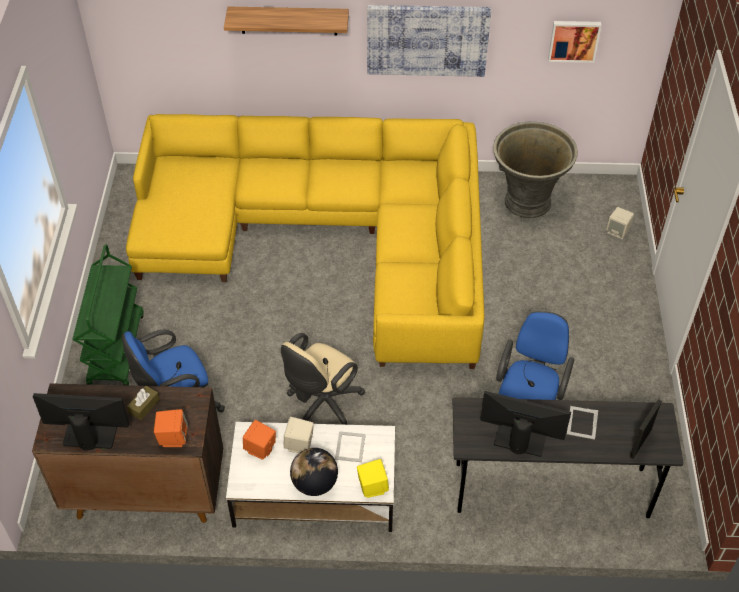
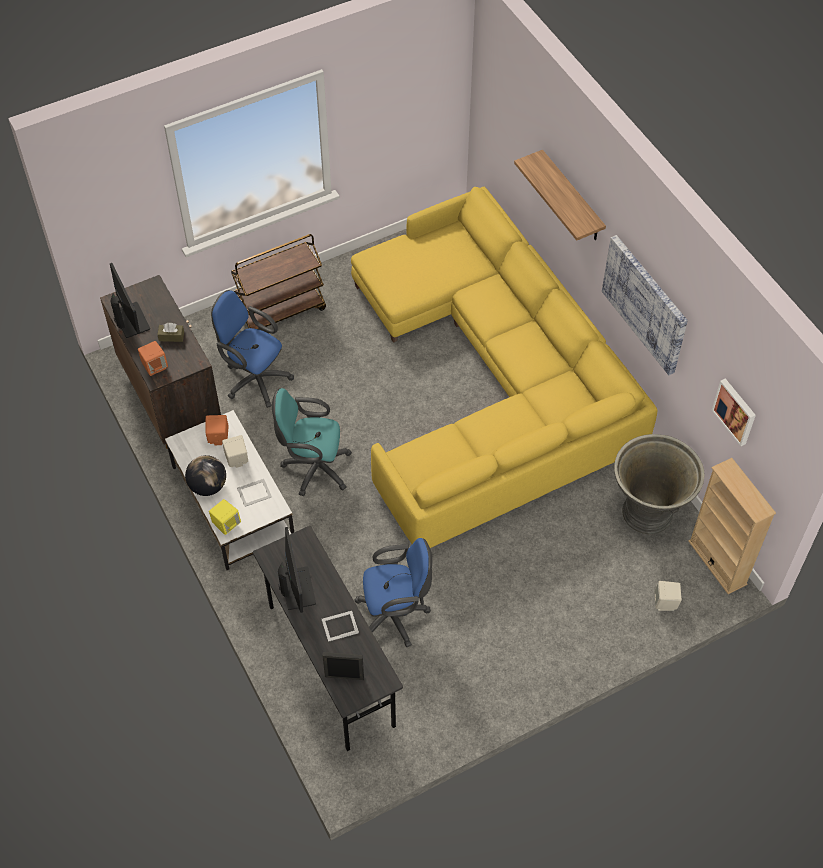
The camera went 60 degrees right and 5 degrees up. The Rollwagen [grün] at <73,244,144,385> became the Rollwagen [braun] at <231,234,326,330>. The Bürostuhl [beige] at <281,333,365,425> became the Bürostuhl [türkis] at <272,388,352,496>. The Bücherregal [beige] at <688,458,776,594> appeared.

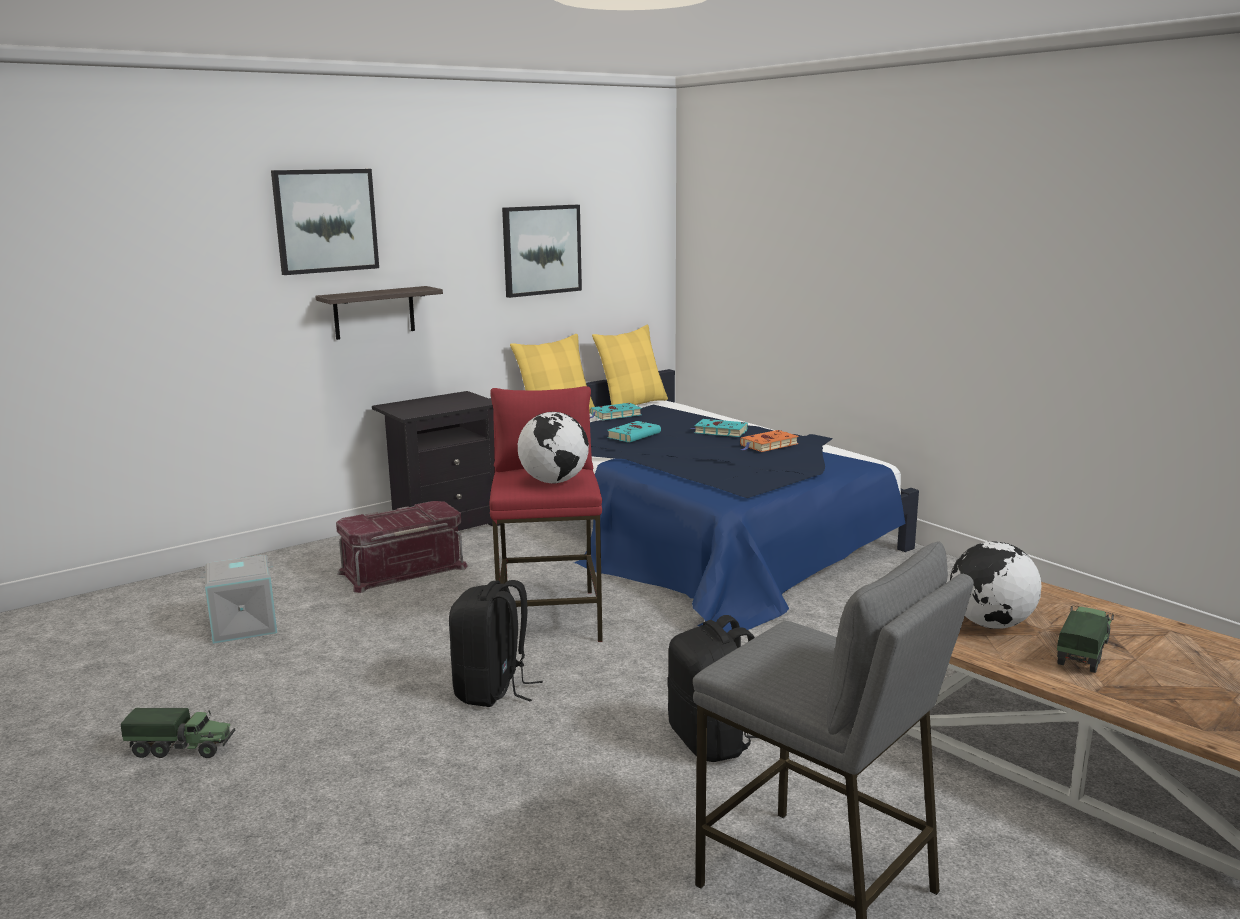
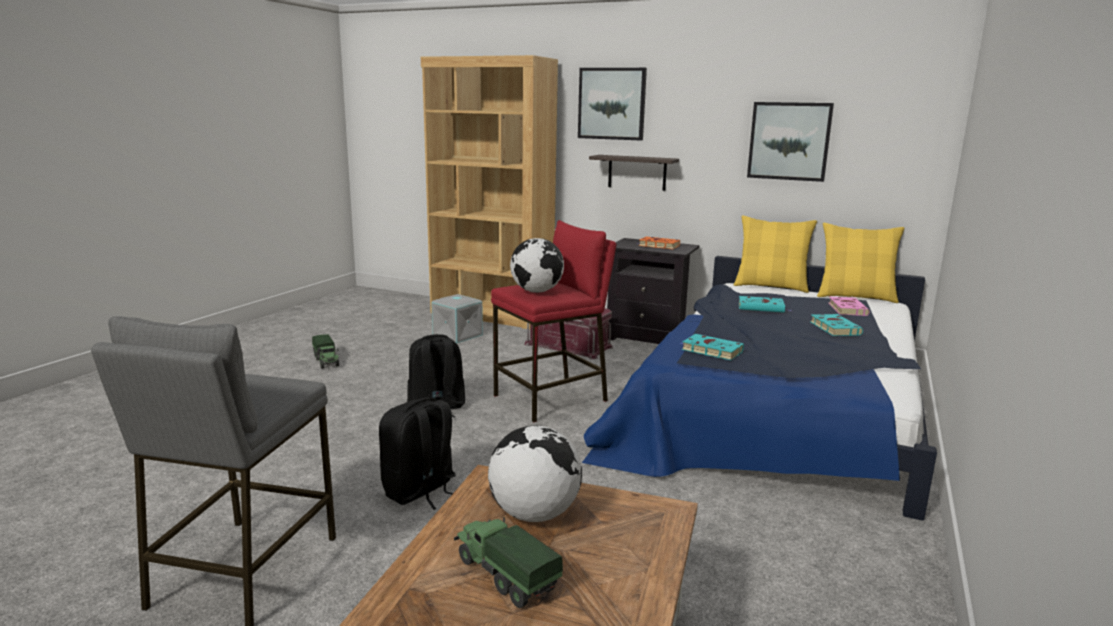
The camera went 60 degrees right and 0 degrees up. The Buch [türkis] moved from <590,403,642,420> to <680,334,744,360>. The Buch [orange] moved from <740,430,799,452> to <636,236,680,249>. The Spielzeuglaster at <1057,605,1114,673> turned 135 degrees counterclockwise. The Bücherregal [braun] at <421,55,558,329> appeared. The Buch [rosa] at <829,297,870,316> appeared.

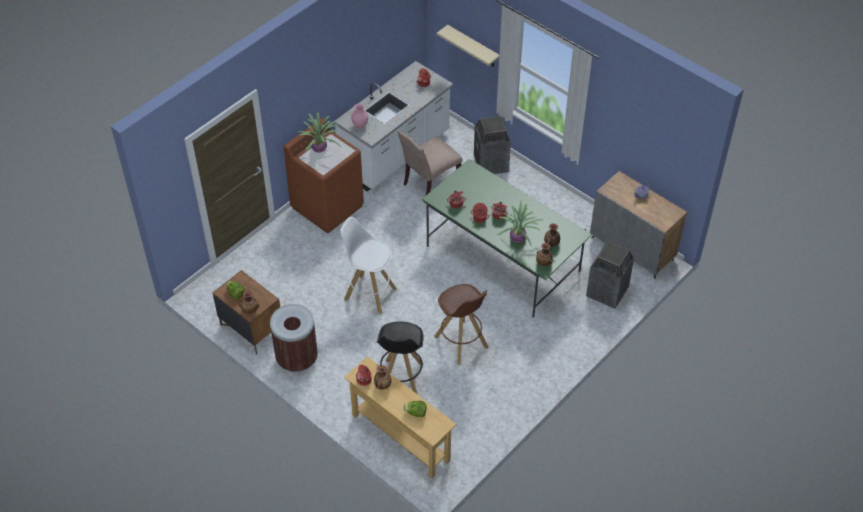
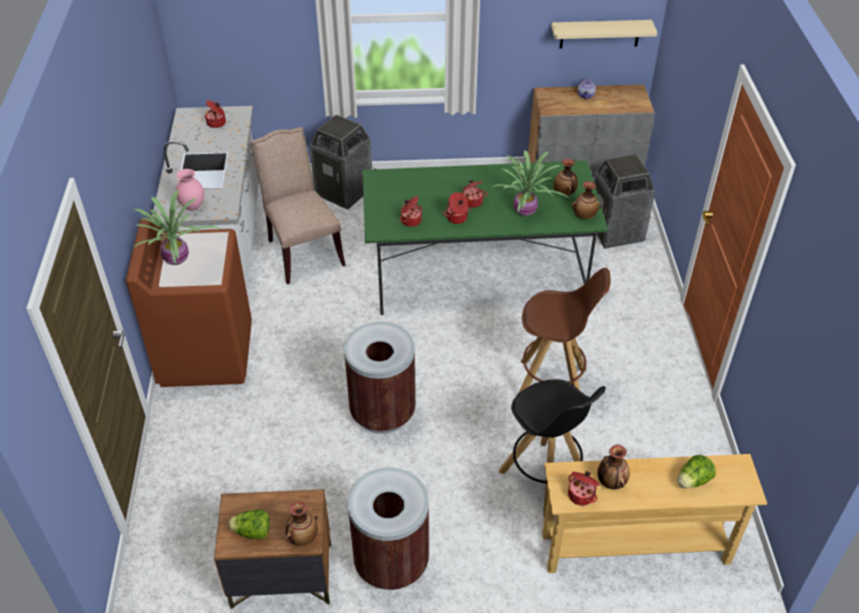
The camera went 45 degrees left and 5 degrees down. The Wandregal [beige] moved from <437,25,499,67> to <551,20,657,49>. The Stuhl [beige] at <397,130,463,195> turned 150 degrees clockwise. The Hocker [weiß] at <340,217,397,314> was replaced by the Mülleimer [braun] at <344,322,416,434>.

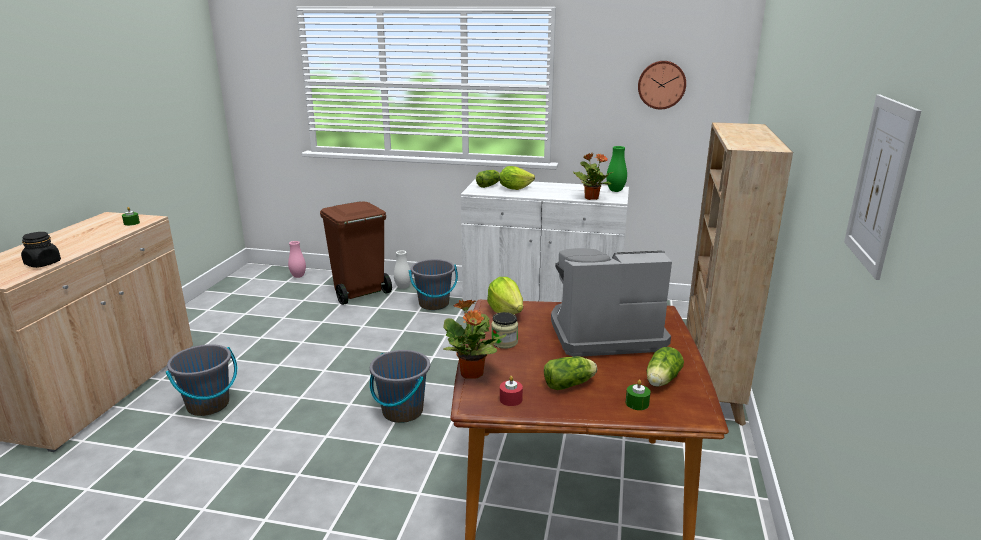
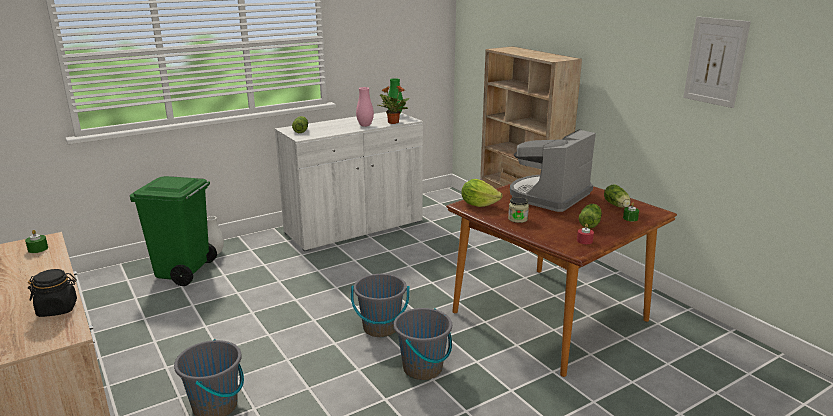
The camera went 45 degrees left and 0 degrees up. The Wanduhr at <638,61,686,109> disappeared. The Salatkopf at <499,166,535,190> disappeared. The Mülleimer [braun] at <320,201,392,305> became the Mülleimer [grün] at <130,176,217,286>. The Vase [rosa] moved from <288,241,306,278> to <356,87,374,127>. The Eimer [grau] moved from <409,259,458,310> to <394,308,452,380>. The Topfpflanze at <443,300,507,379> disappeared.

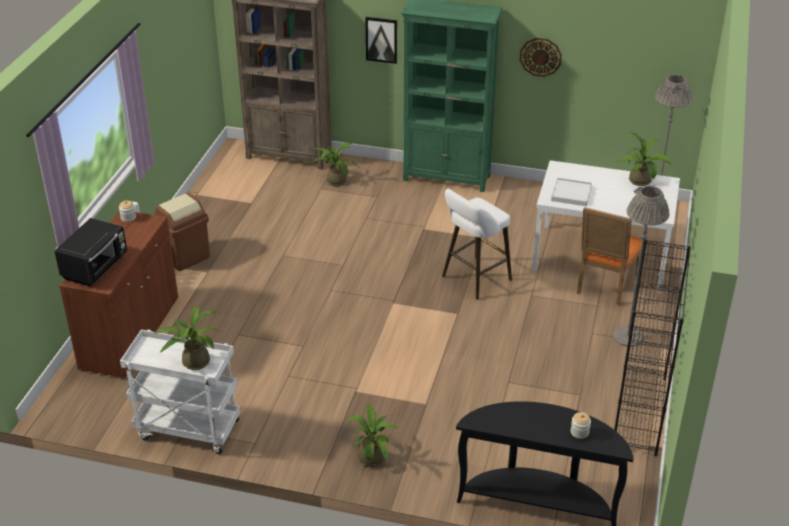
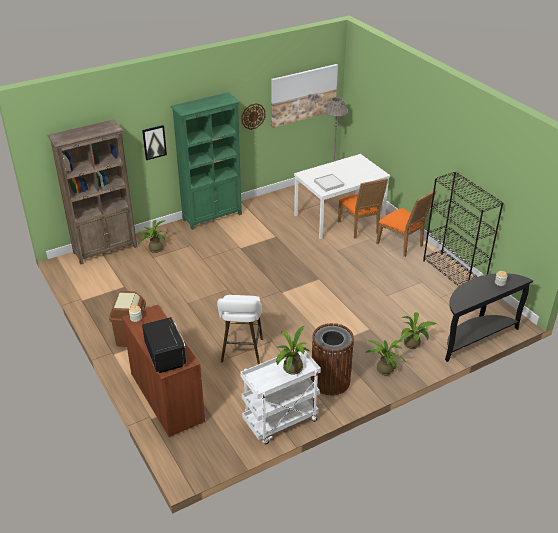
The camera went 45 degrees left and 0 degrees up. The Topfpflanze moved from <616,131,672,186> to <400,312,437,349>. The Stehlampe [grau] at <613,185,669,347> was replaced by the Stuhl [orange] at <376,190,437,257>. The Hocker [weiß] moved from <442,189,512,300> to <217,295,263,364>. The Bild at <271,64,338,128> appeared. The Mülleimer [braun] at <311,323,354,395> appeared.

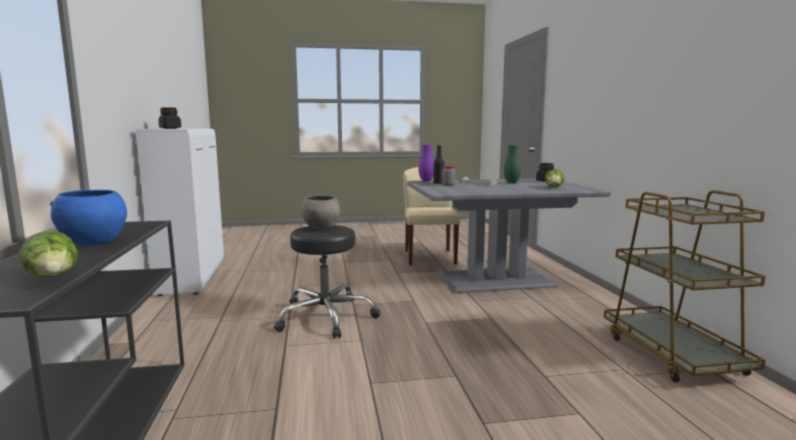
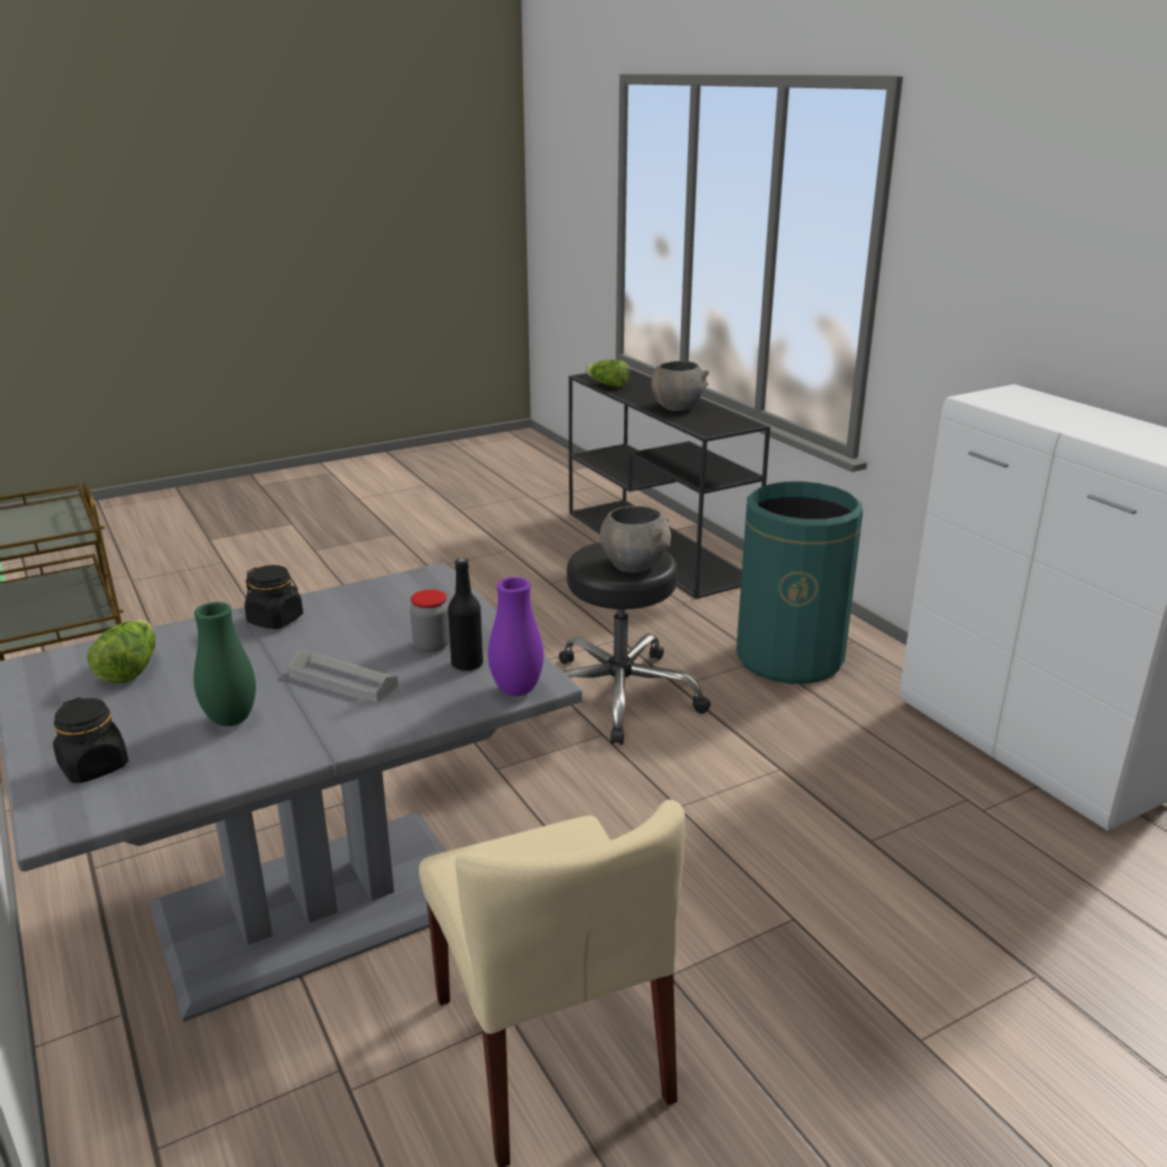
The camera went 160 degrees right and 15 degrees up. The Vorratsglas [schwarz] moved from <158,107,181,129> to <245,565,303,629>. The Schüssel [blau] at <50,190,127,246> became the Schüssel [grau] at <651,361,709,411>. The Mülleimer [grün] at <736,481,863,684> appeared.

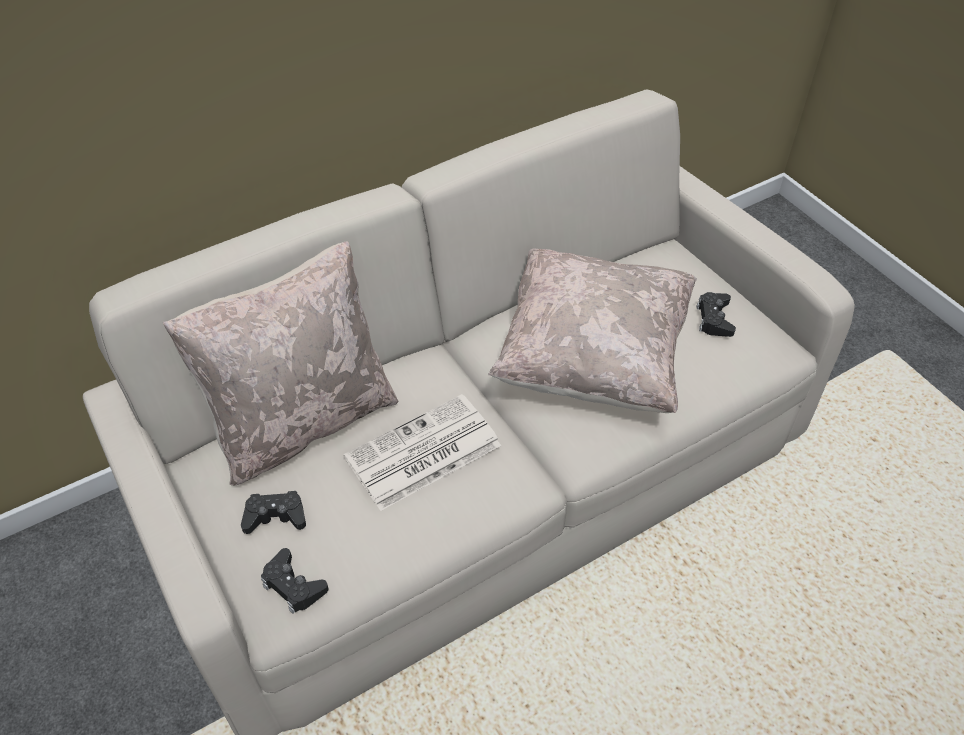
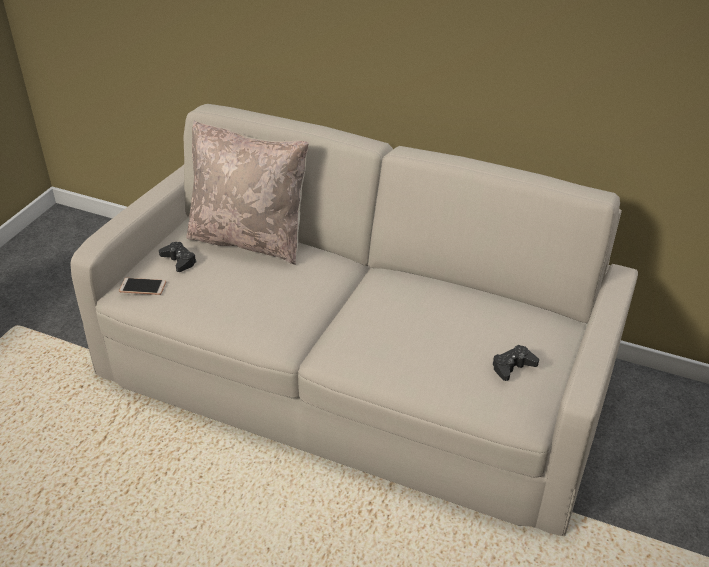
The camera went 55 degrees right and 10 degrees down. The Kissen [beige] at <488,248,697,413> disappeared. The Zeitung at <344,394,501,511> disappeared. The Gamepad [schwarz] at <261,548,328,614> was replaced by the Handy at <119,278,166,295>.

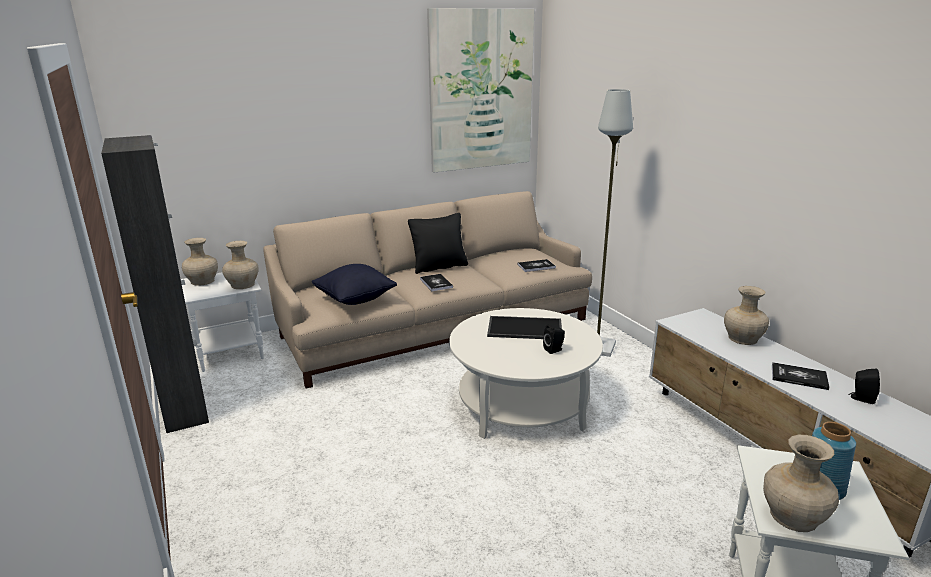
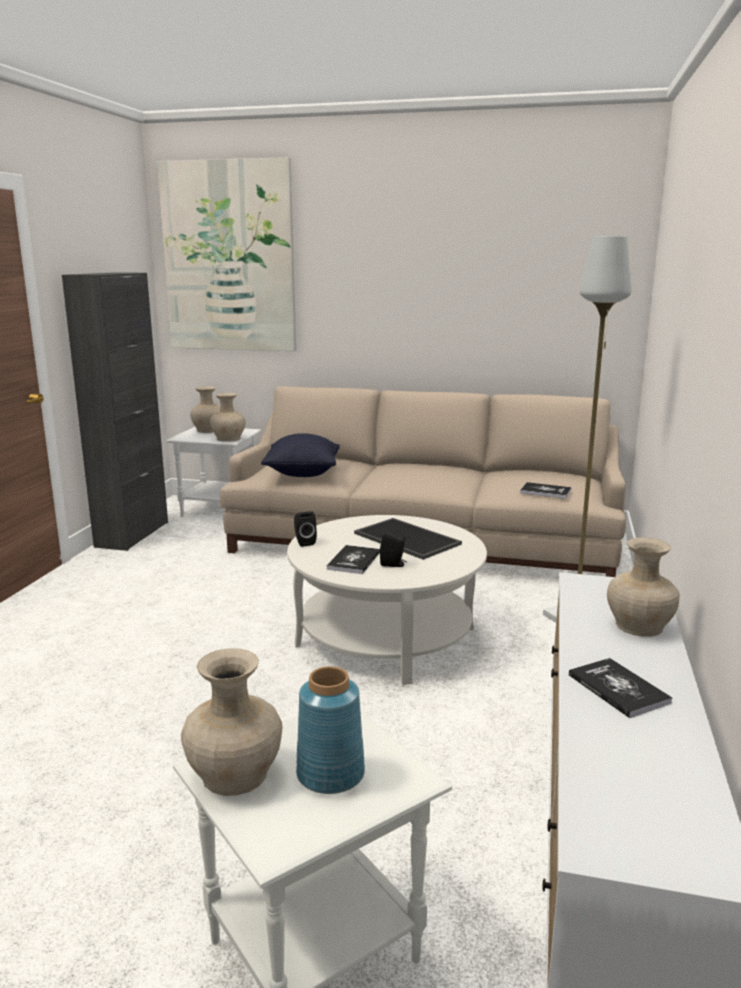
The camera went 40 degrees right and 5 degrees down. The Bild moved from <427,8,535,172> to <157,157,296,351>. The Kissen [schwarz] at <408,213,468,274> disappeared. The Buch moved from <420,274,453,291> to <327,545,380,574>. The Lautsprecher [schwarz] moved from <849,369,880,404> to <294,511,317,547>.

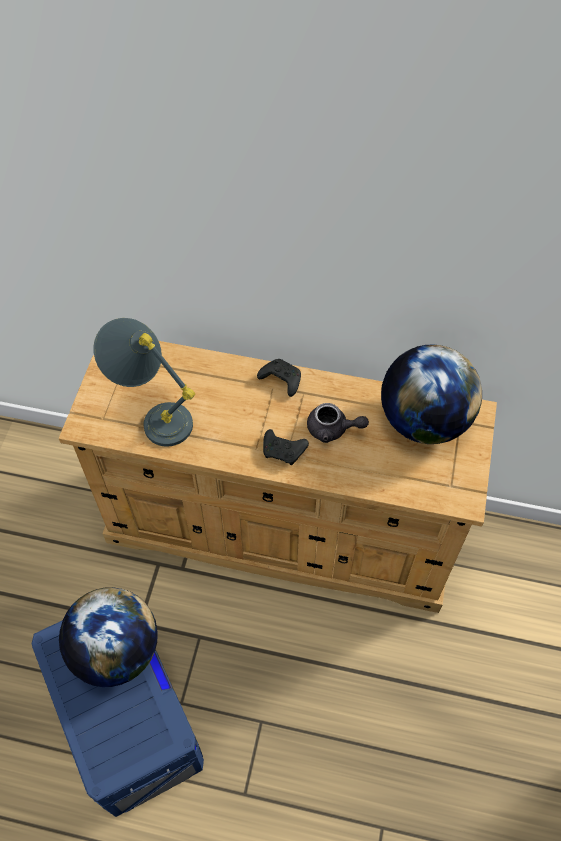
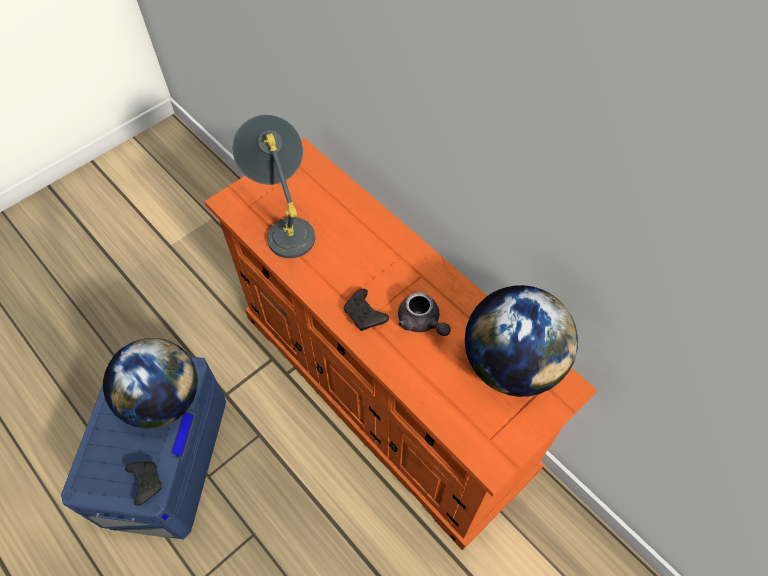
The camera went 35 degrees right and 0 degrees up. The Kommode [beige] at <59,341,497,613> became the Kommode [orange] at <204,138,597,551>. The Gamepad [schwarz] moved from <257,359,301,397> to <125,461,162,506>.

